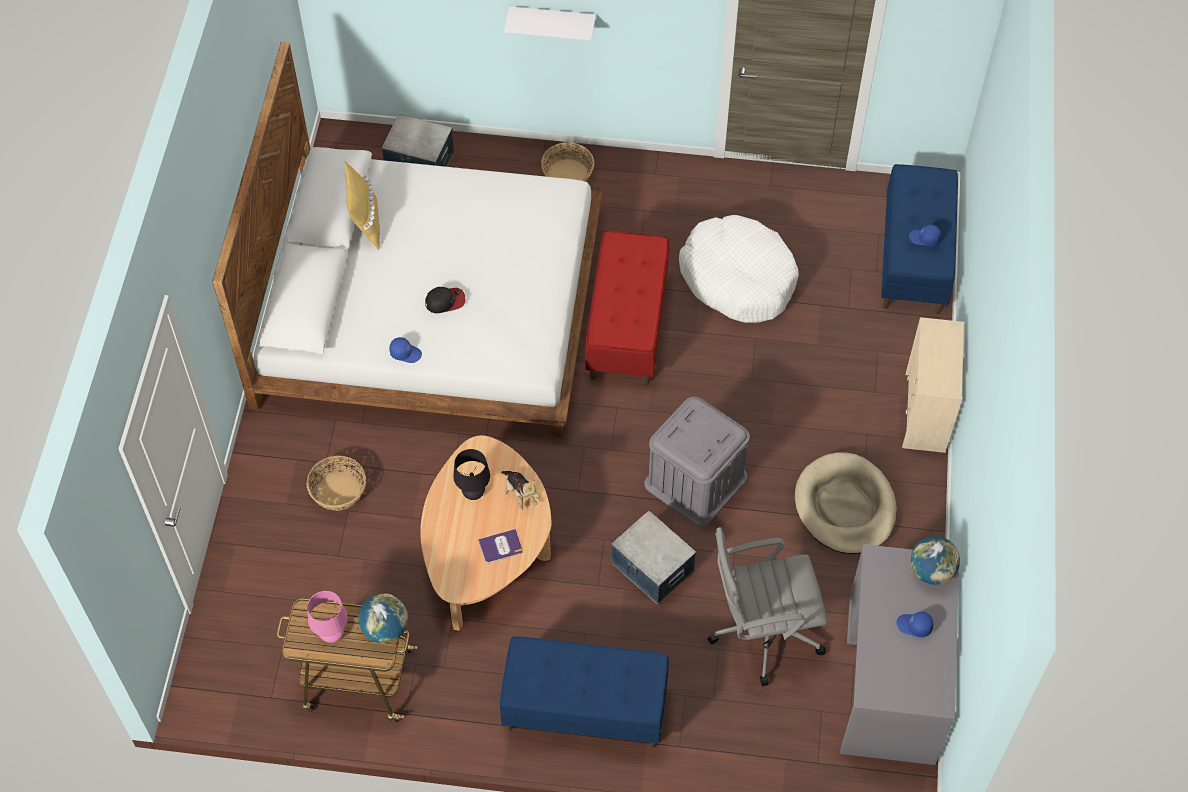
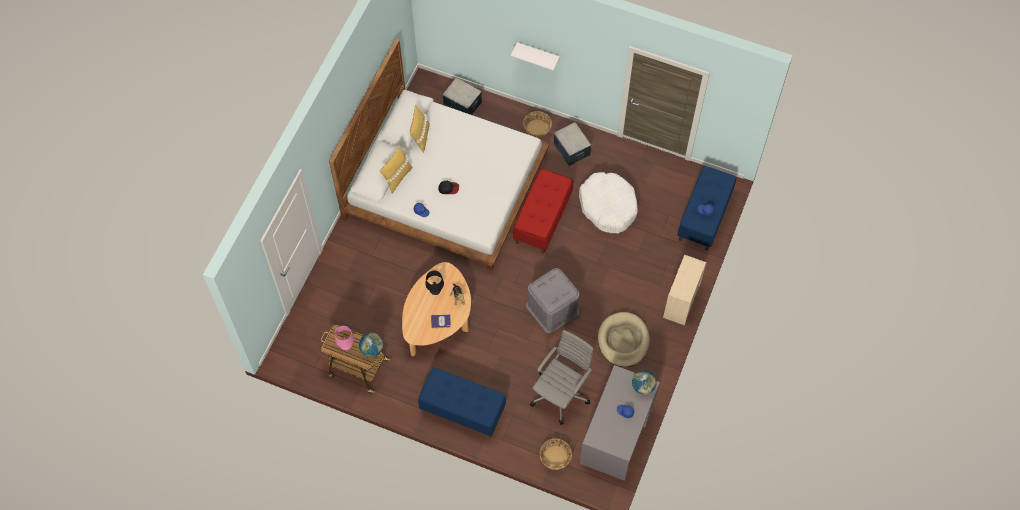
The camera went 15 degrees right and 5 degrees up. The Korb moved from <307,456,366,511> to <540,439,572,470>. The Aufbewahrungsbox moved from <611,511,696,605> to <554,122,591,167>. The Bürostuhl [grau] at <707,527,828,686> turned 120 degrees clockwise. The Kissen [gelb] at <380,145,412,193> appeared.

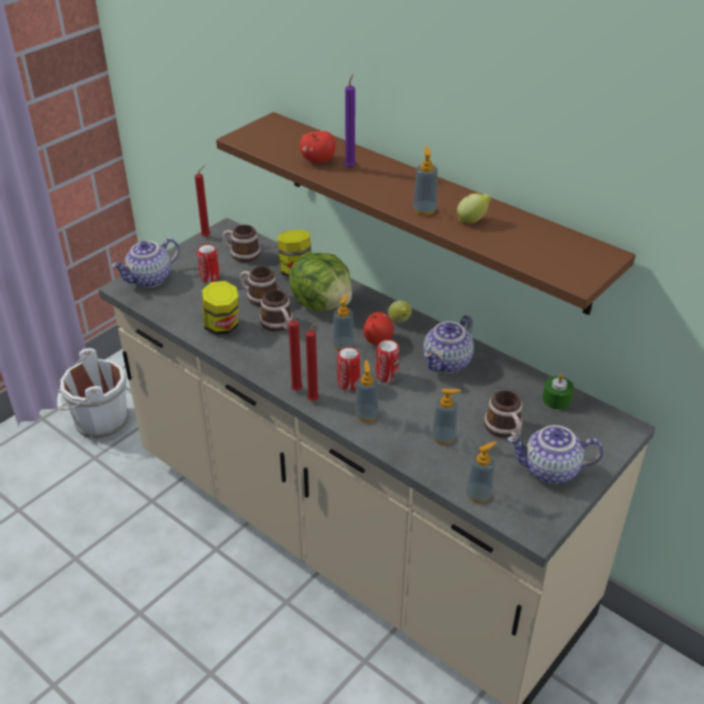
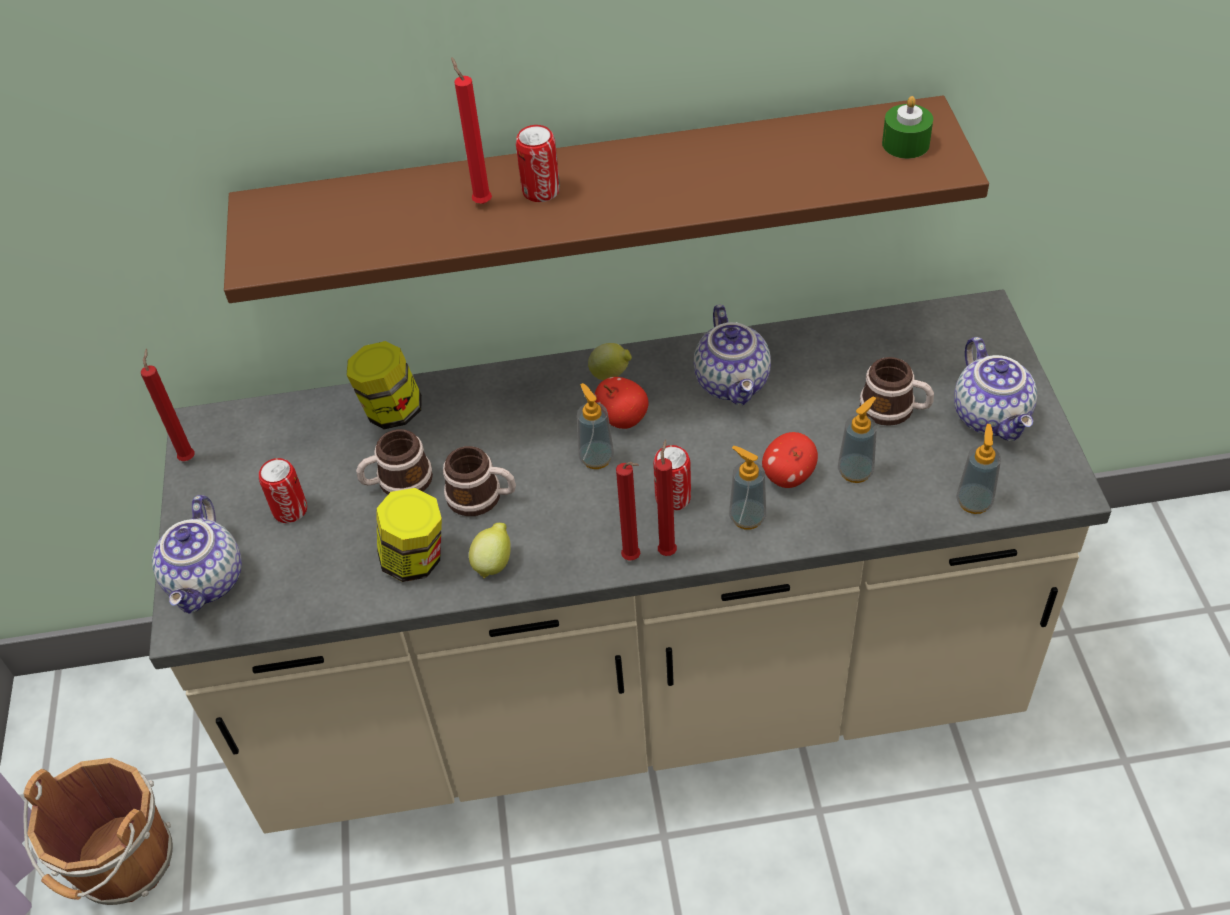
The camera went 45 degrees left and 10 degrees up. The Kerze [lila] at <344,74,356,168> became the Kerze [rot] at <451,57,492,204>. The Apfel moved from <300,131,335,163> to <762,432,818,488>. The Seifenspender at <412,146,438,216> disappeared. The Zitrone moved from <457,193,491,223> to <469,523,511,579>. The Henkelbecher at <222,225,261,263> disappeared. The Salatkopf at <289,253,352,311> disappeared. The Dose moved from <376,340,400,383> to <516,125,560,202>. The Eimer [weiß] at <57,348,129,440> became the Eimer [braun] at <23,758,173,905>. The Kerze [grün] moved from <542,374,574,410> to <882,96,933,159>. The Teekanne at <507,425,603,484> turned 60 degrees counterclockwise.

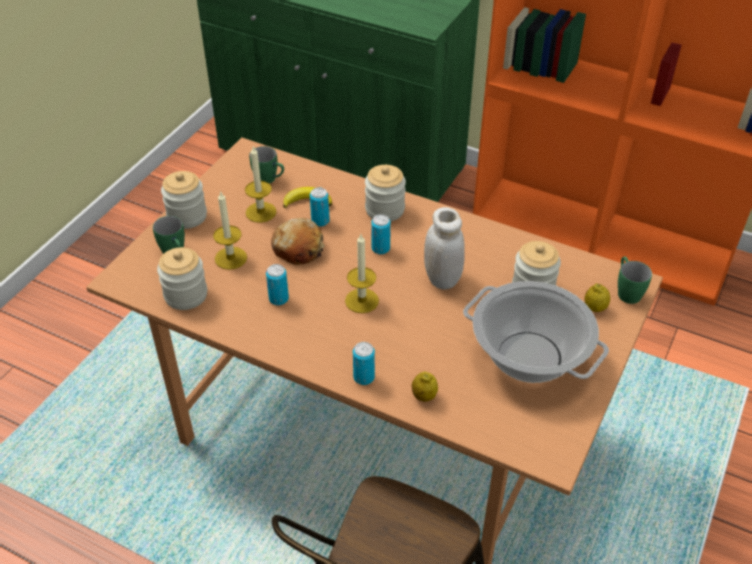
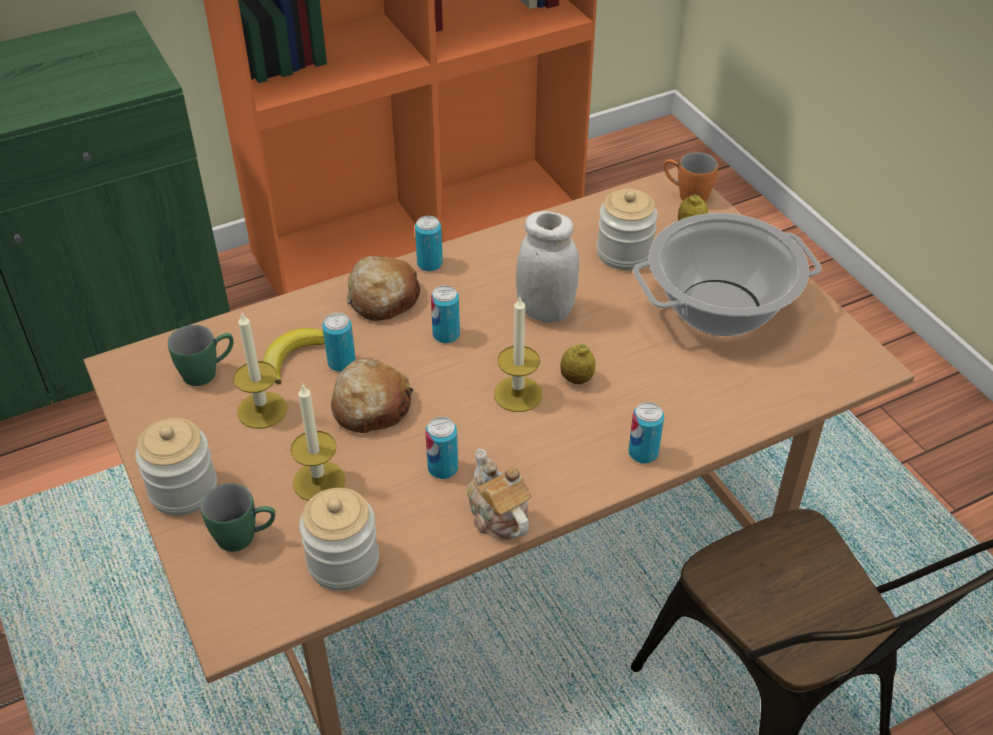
The camera went 55 degrees left and 0 degrees up. The Vorratsglas at <365,165,406,221> was replaced by the Brot at <346,256,420,321>. The Henkelbecher [grün] at <618,257,652,304> became the Henkelbecher [orange] at <664,152,718,202>. The Zitrone moved from <412,372,438,402> to <560,344,595,384>. The Dose at <415,216,443,272> appeared. The Teekanne at <467,449,531,540> appeared.

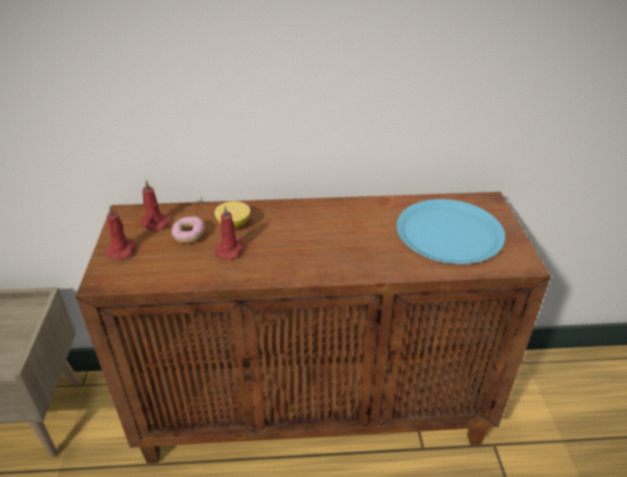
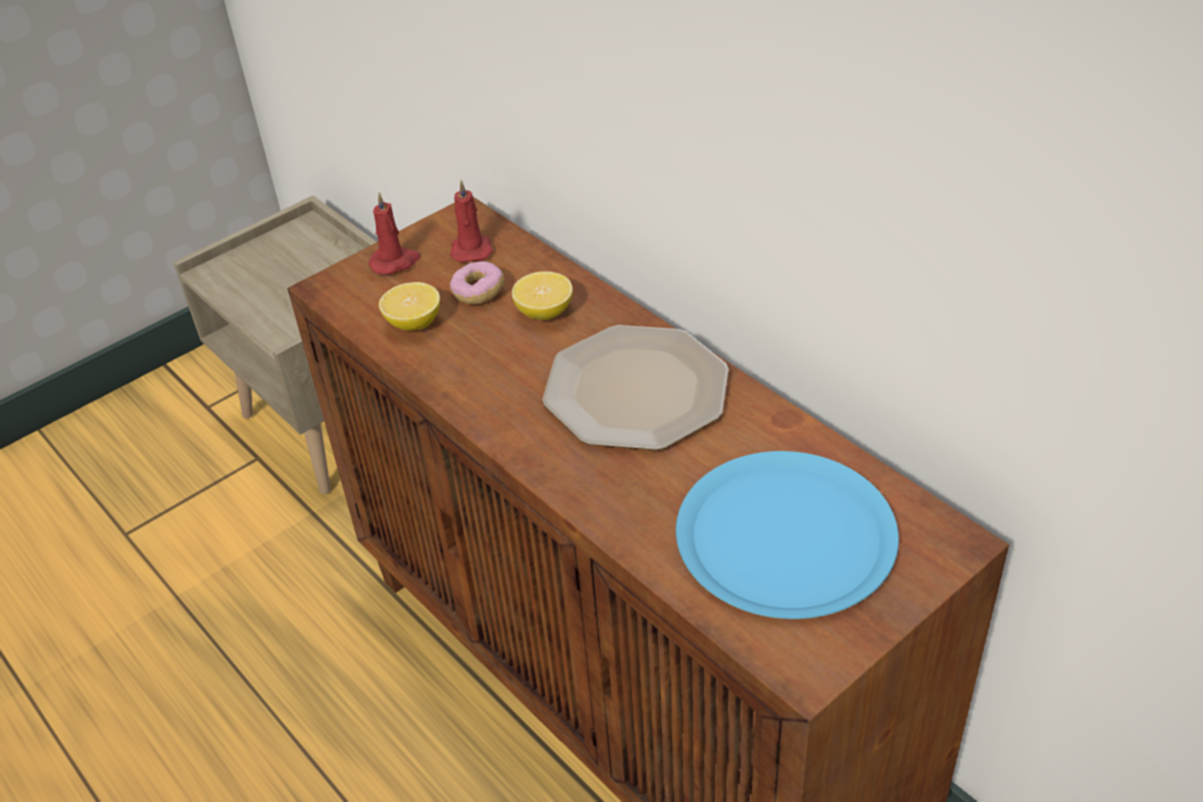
The camera went 55 degrees right and 5 degrees up. The Kerze [rot] at <214,206,245,260> disappeared. The Zitrone at <379,282,440,331> appeared. The Teller at <542,325,729,450> appeared.

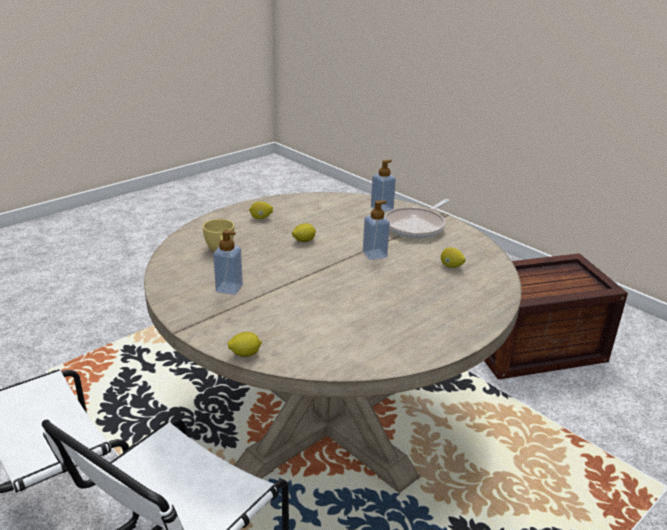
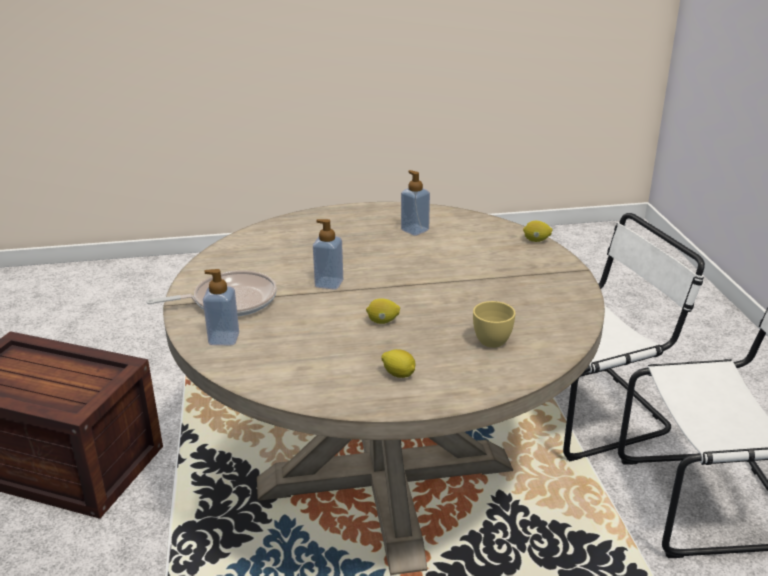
The camera went 145 degrees left and 0 degrees up. The Seifenspender moved from <213,230,243,295> to <401,170,430,236>. The Zitrone at <441,247,465,268> disappeared.

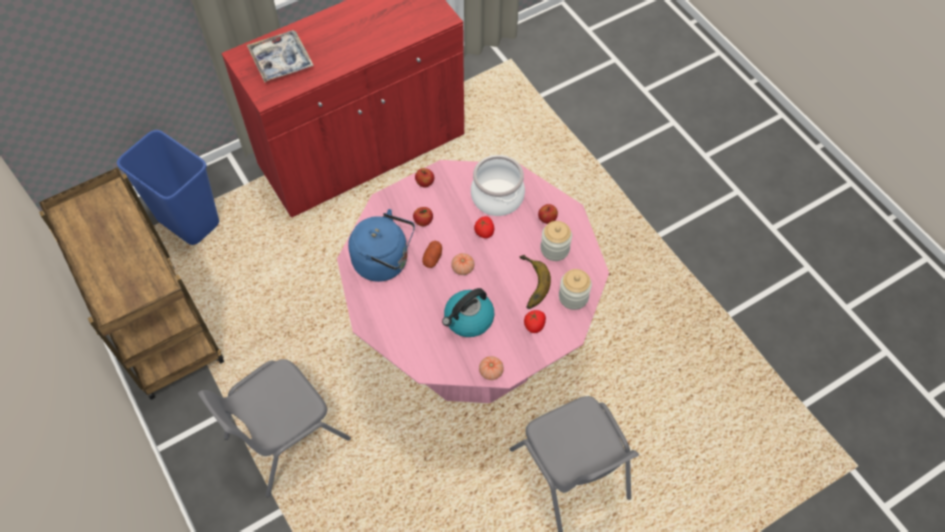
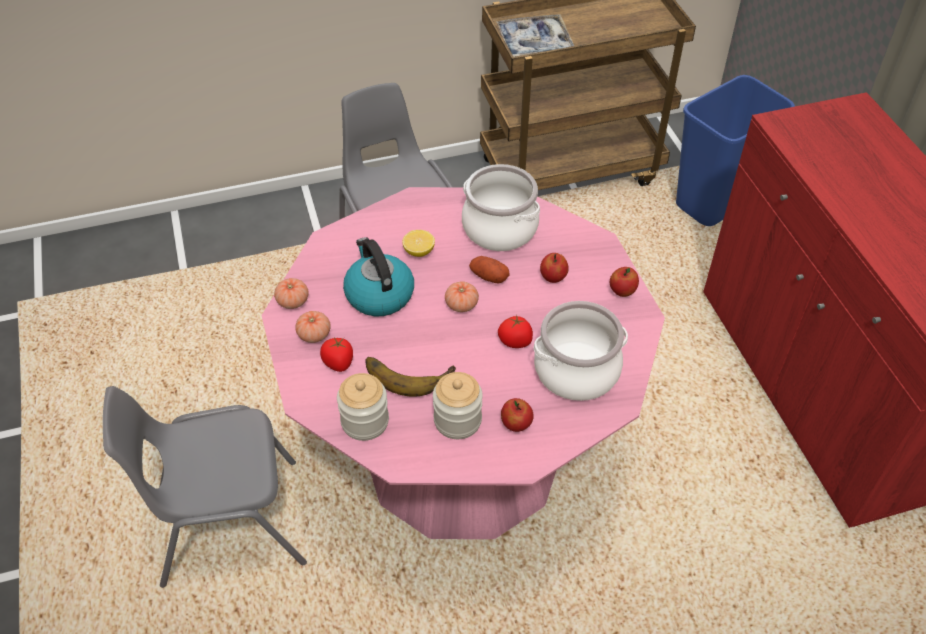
The camera went 105 degrees right and 10 degrees down. The Tablett moved from <247,30,314,83> to <496,14,574,57>. The Wasserkessel [blau] at <348,209,415,282> was replaced by the Kochtopf at <462,164,540,251>. The Zitrone at <402,230,435,257> appeared. The Tomate at <295,311,331,343> appeared.

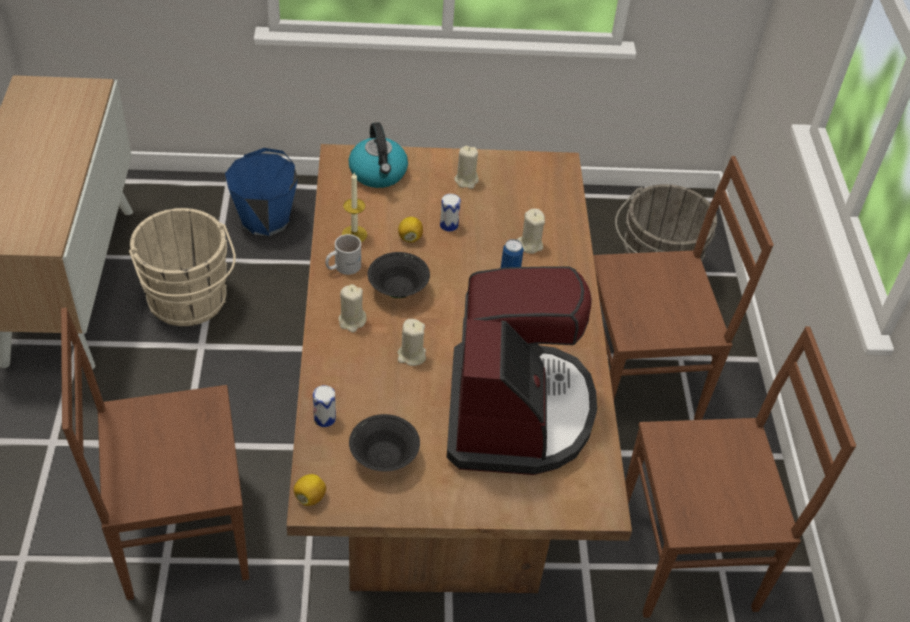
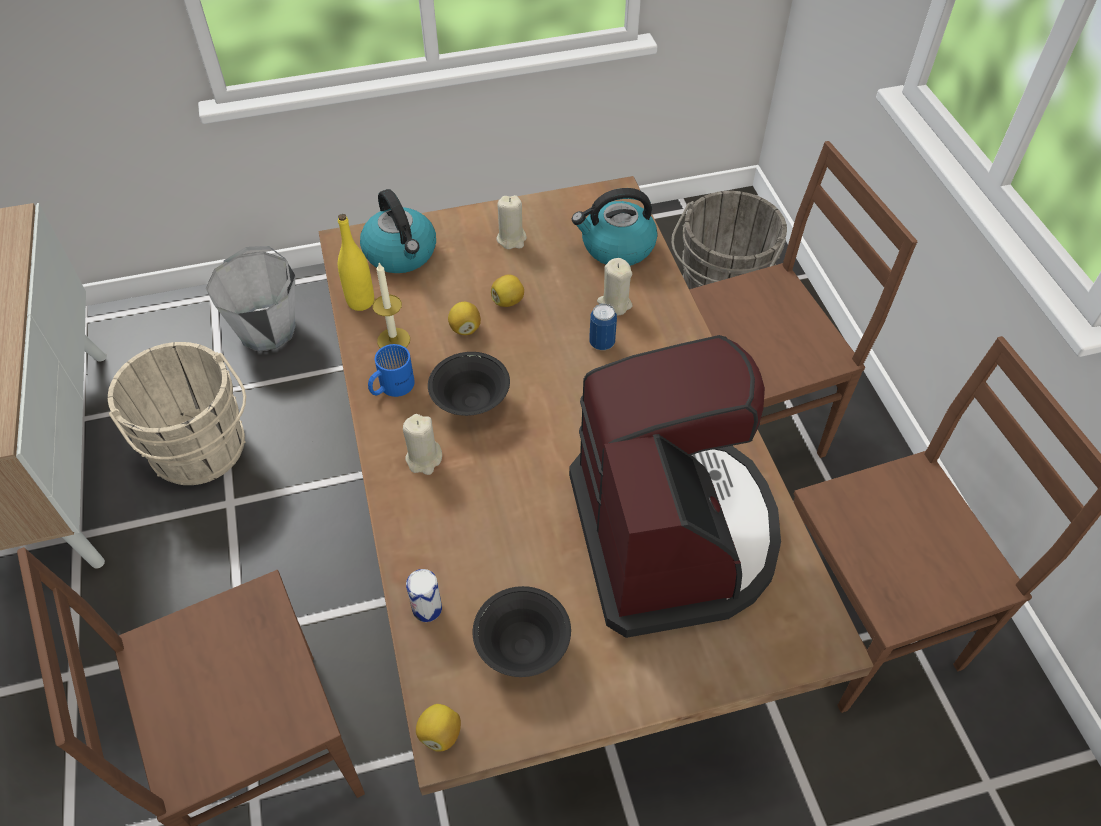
The camera went 10 degrees left and 5 degrees up. The Eimer [blau] at <225,148,298,236> became the Eimer [grau] at <206,246,296,351>. The Dose at <440,194,461,232> was replaced by the Zitrone at <491,275,524,307>. The Henkelbecher [weiß] at <325,234,361,275> became the Henkelbecher [blau] at <368,344,415,397>. The Kerze [beige] at <397,319,426,366> disappeared. The Wasserkessel at <572,188,657,266> appeared. The Flasche [gelb] at <338,214,374,311> appeared.

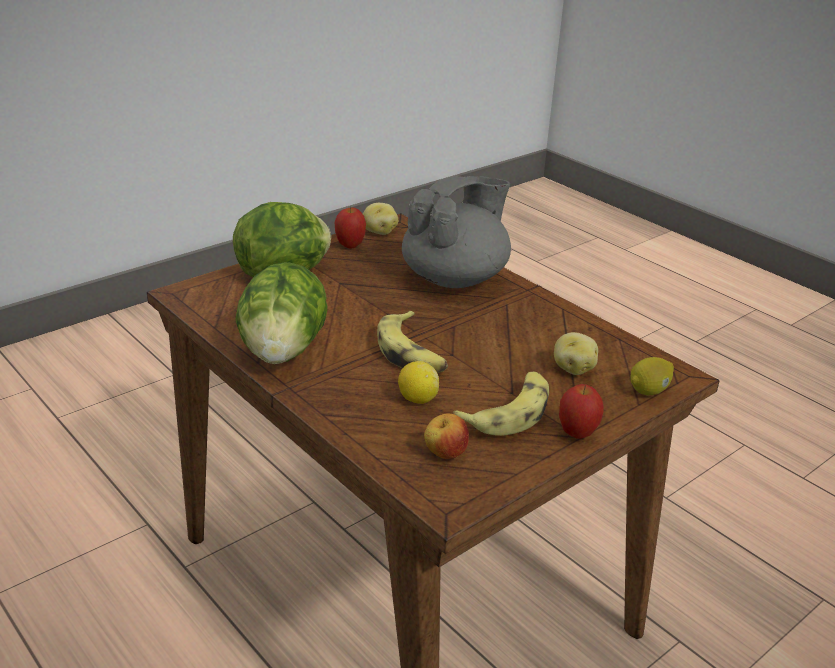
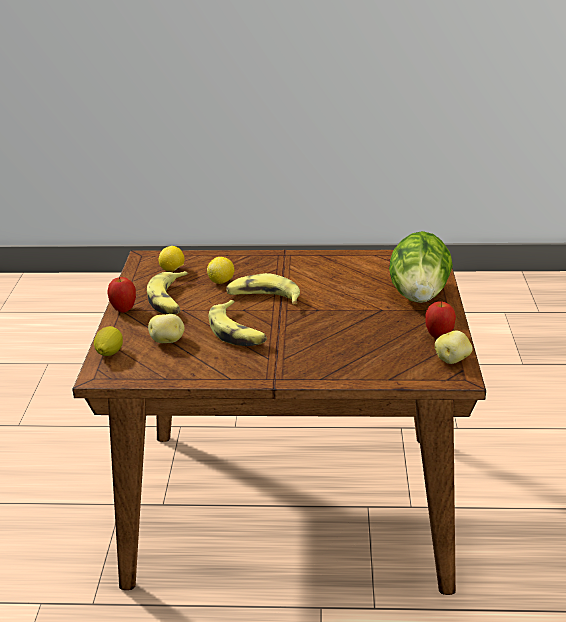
The camera went 135 degrees right and 0 degrees up. The Teekanne [grau] at <402,176,511,288> disappeared. The Salatkopf at <235,262,327,364> disappeared. The Apfel at <424,414,469,459> was replaced by the Zitrone at <159,246,184,272>. The Banane at <209,300,267,346> appeared.

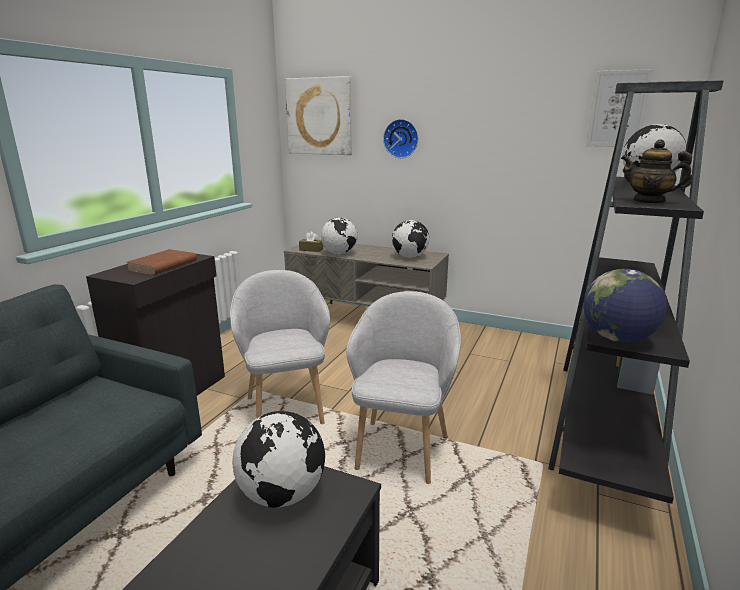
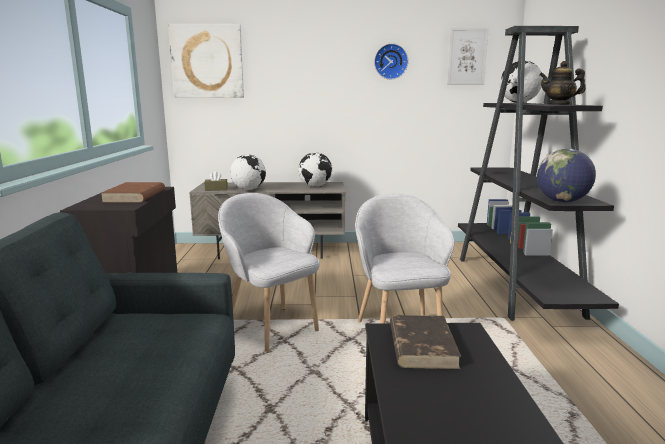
The camera went 25 degrees left and 5 degrees down. The Wanduhr moved from <383,119,418,158> to <374,43,408,79>. The Globus at <232,411,325,508> was replaced by the Buch [braun] at <390,315,461,369>.

